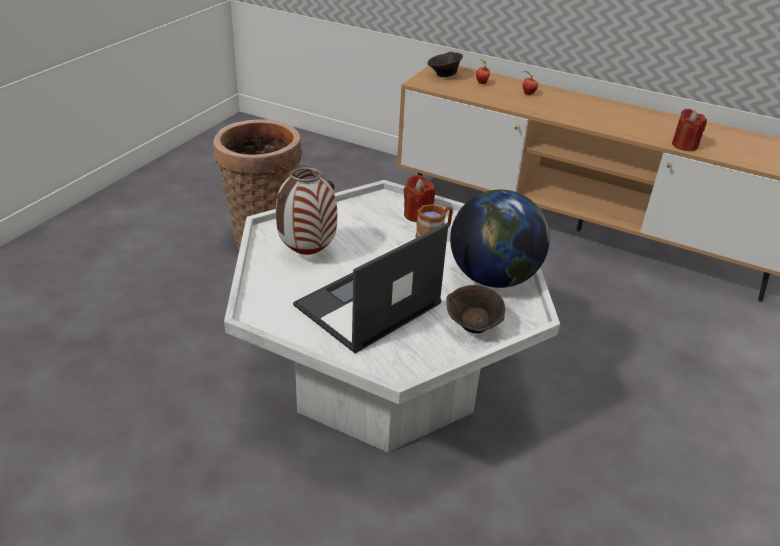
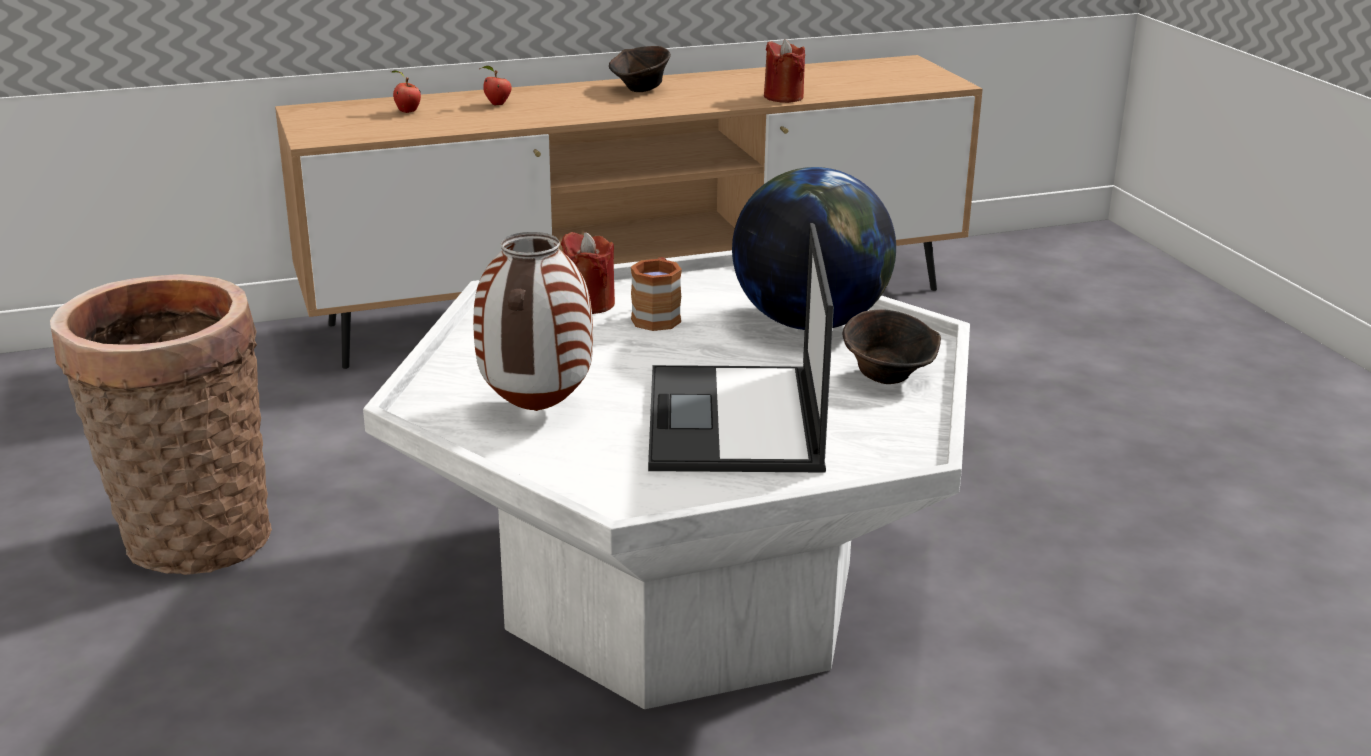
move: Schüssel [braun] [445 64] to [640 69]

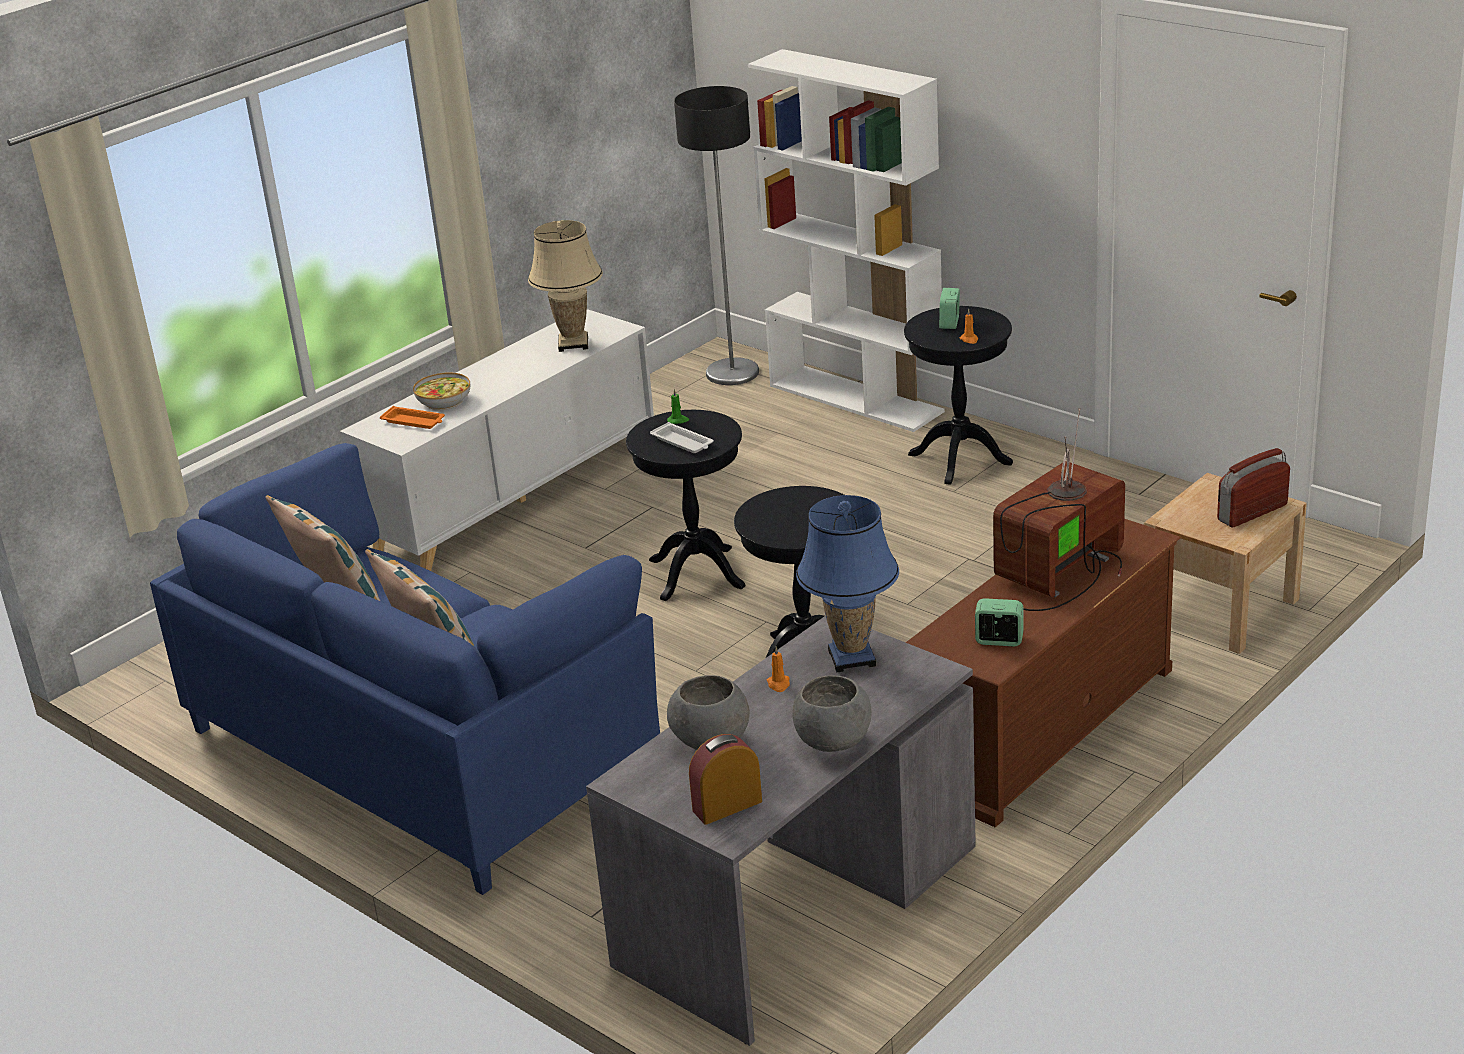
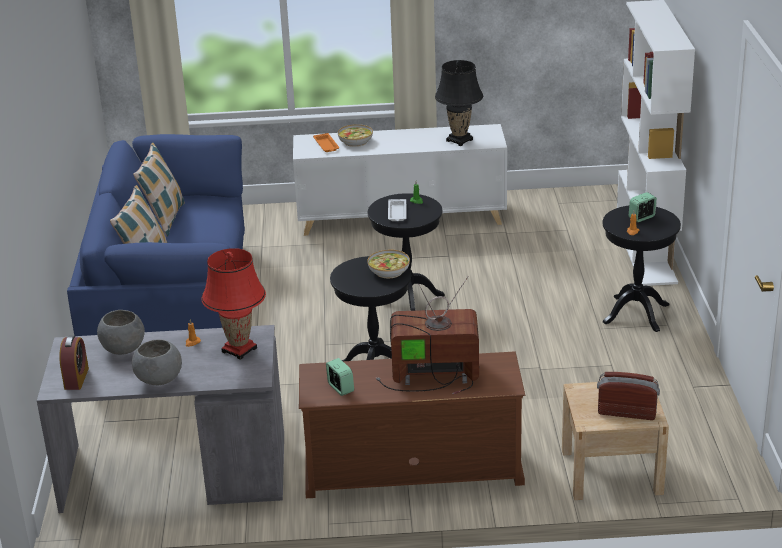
delete: Stehlampe [716 235]
insert: Schüssel [388 264]
recolor: Tischlampe [blau] [847 583] to Tischlampe [rot] [233 304]; Tischlampe [beige] [565 286] to Tischlampe [schwarz] [459 103]
rotate: Wecker [725 779] = [74 363] 75 degrees clockwise

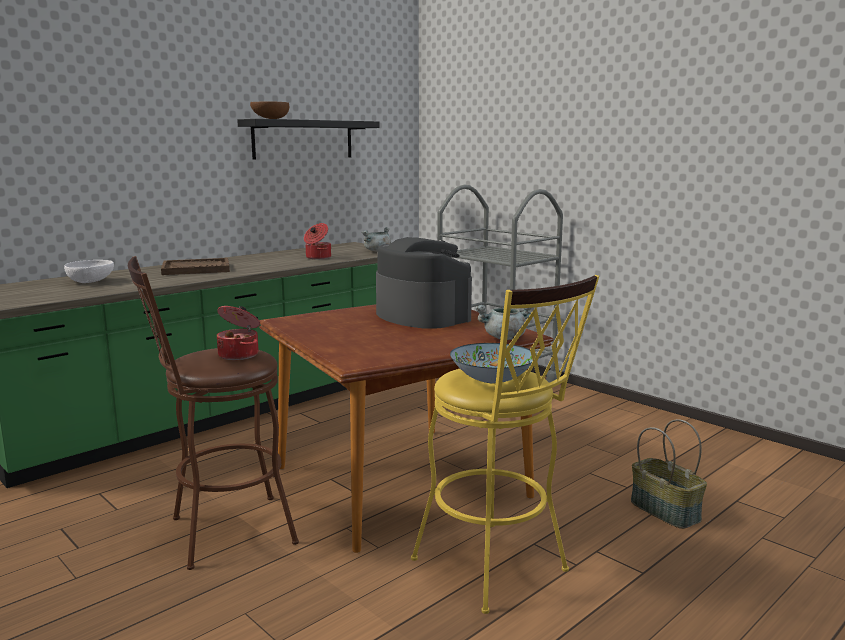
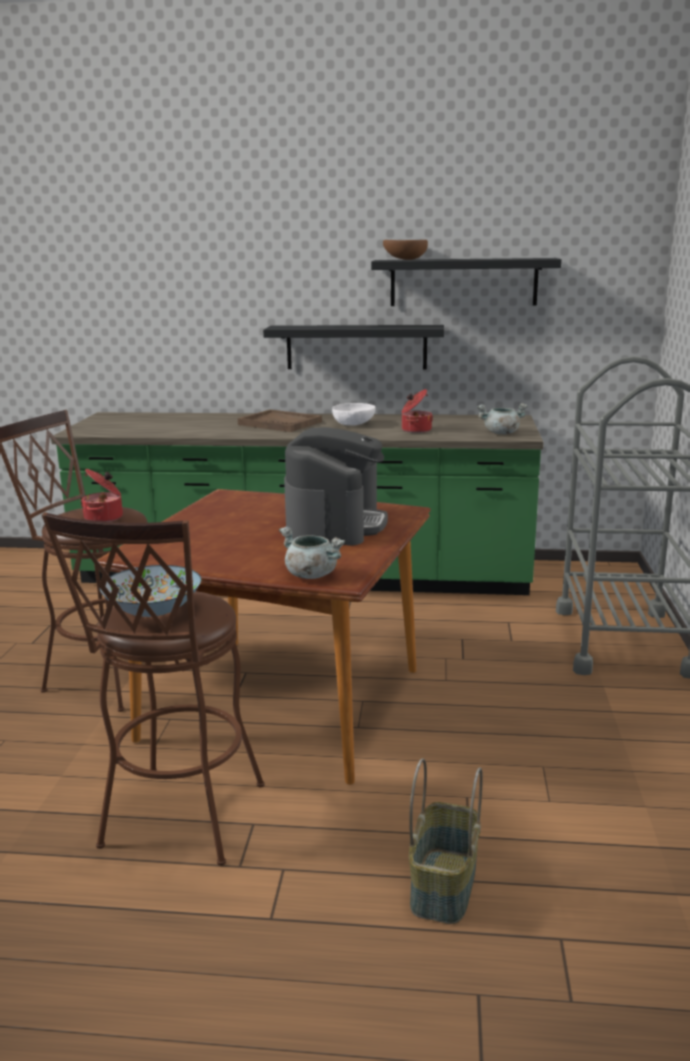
insert: Wandregal [schwarz] [353 347]
move: Schüssel [weiß] [89 271] to [354 414]
recolor: Hocker [gelb] [505 444] to Hocker [braun] [153 689]

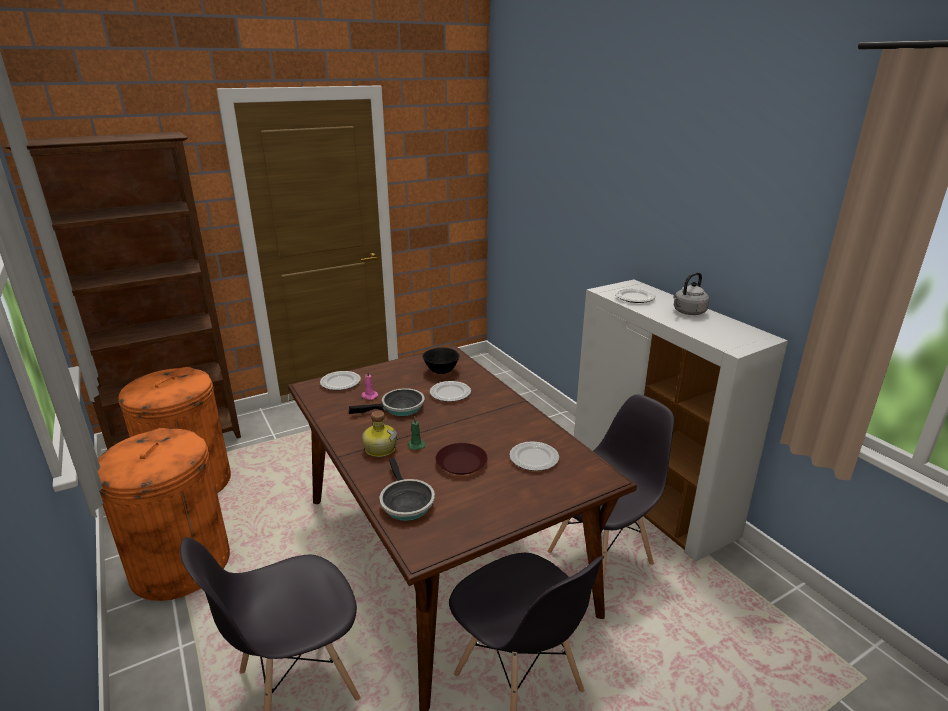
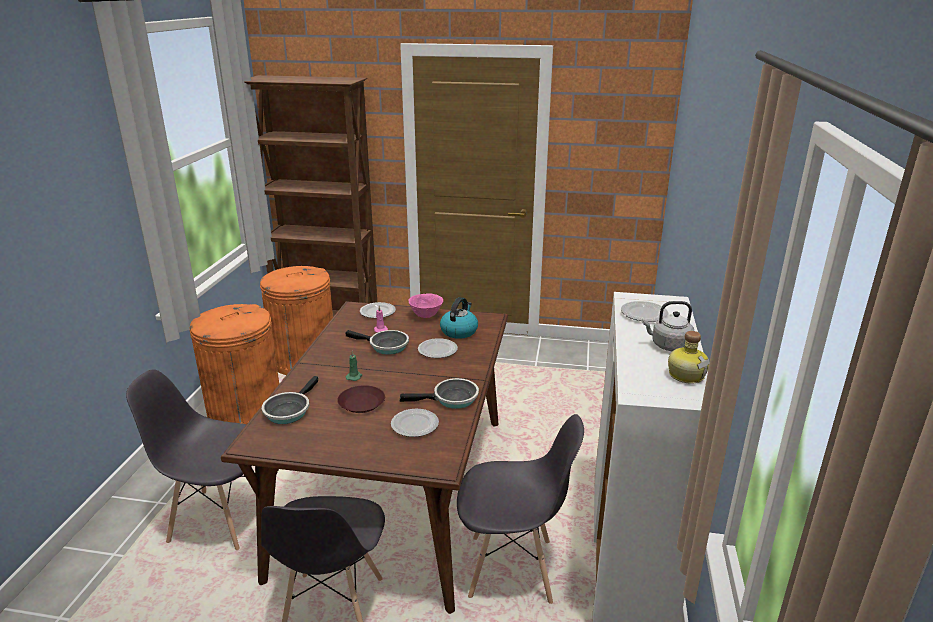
insert: Pfanne [439 393]; Schüssel [rosa] [425 305]
move: Flasche [379 434] to [689 357]
replace: Schüssel [schwarz] [441 360] to Wasserkessel [459 318]

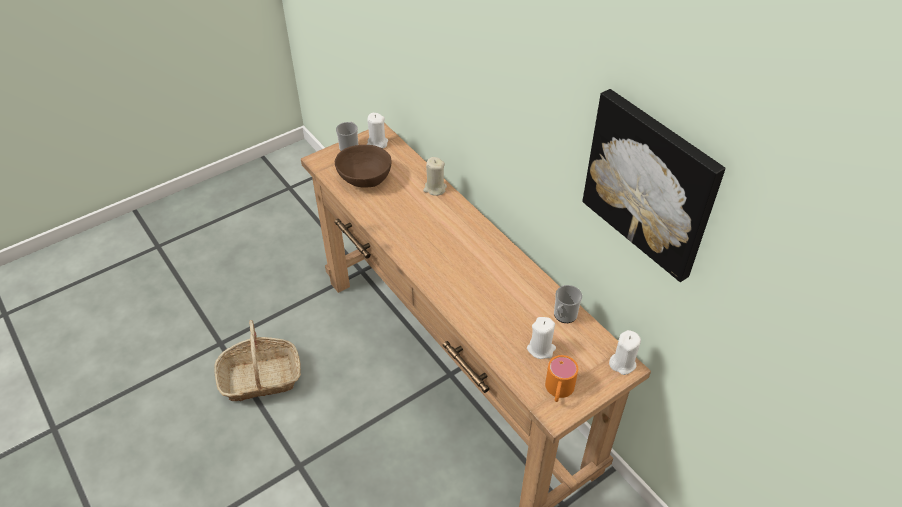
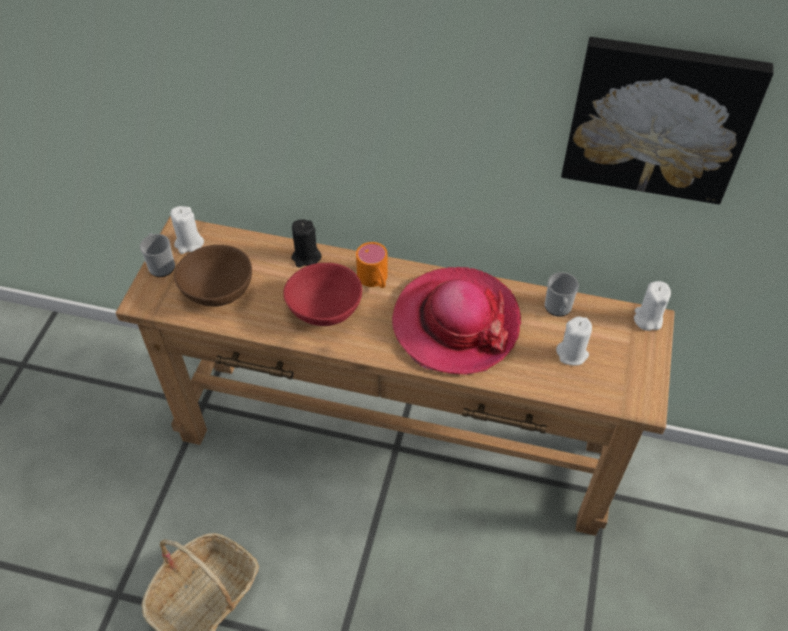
insert: Schüssel [rot] [322 294]; Hut [456 321]
move: Henkelbecher [orange] [561 378] to [372 265]
recolor: Kerze [beige] [435 176] to Kerze [schwarz] [306 243]

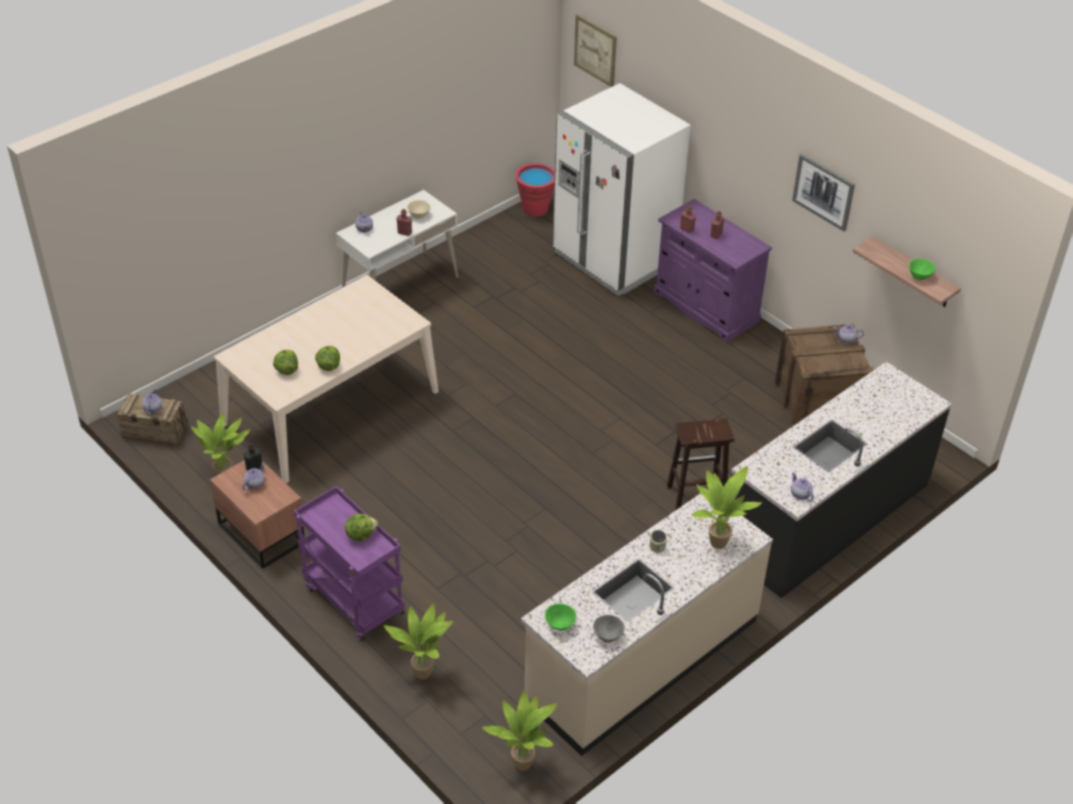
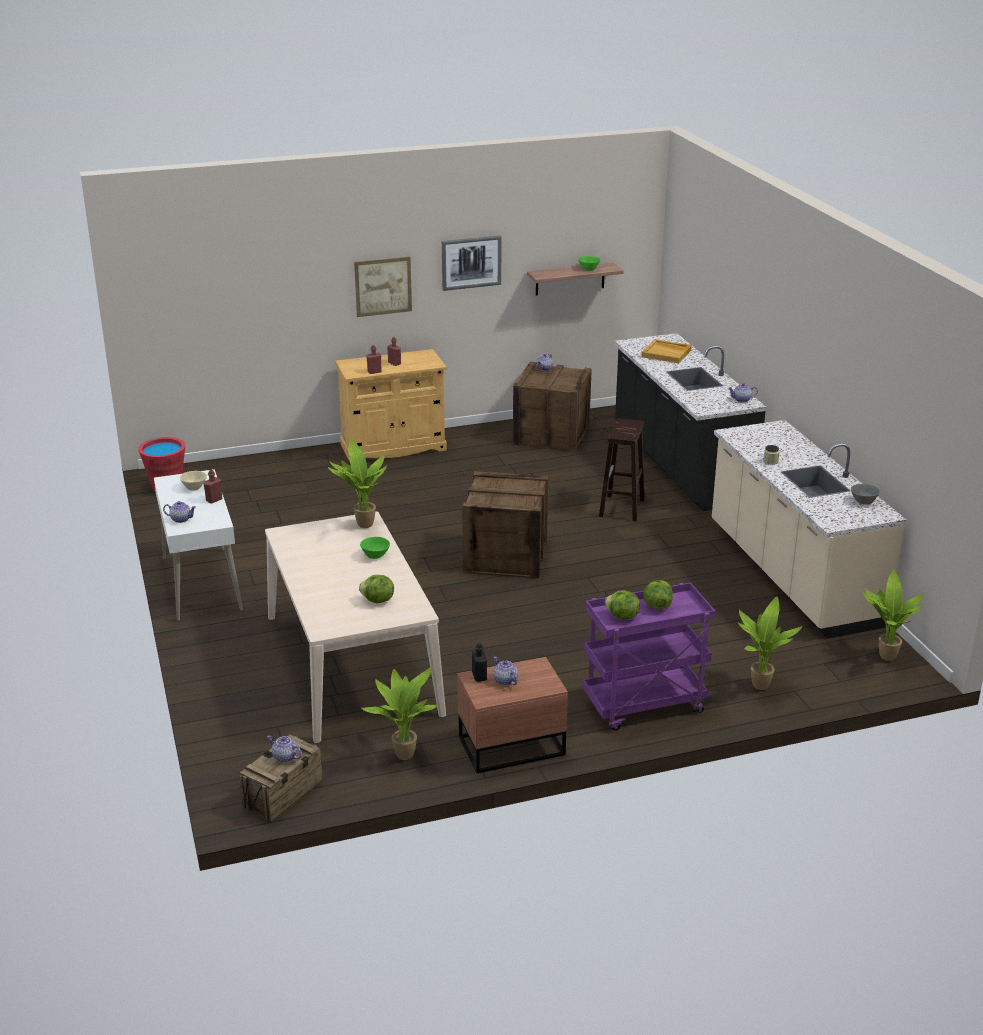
delete: Kühlschrank [weiß] [622 189]
insert: Kiste [505 525]; Tablett [beige] [666 351]
move: Topfpflanze [726 507] to [357 483]; Bild [595 51] to [383 286]; Schüssel [grün] [560 617] to [375 548]; Salatkopf [327 358] to [622 605]
recolor: Schrank [lila] [713 270] to Schrank [beige] [391 405]

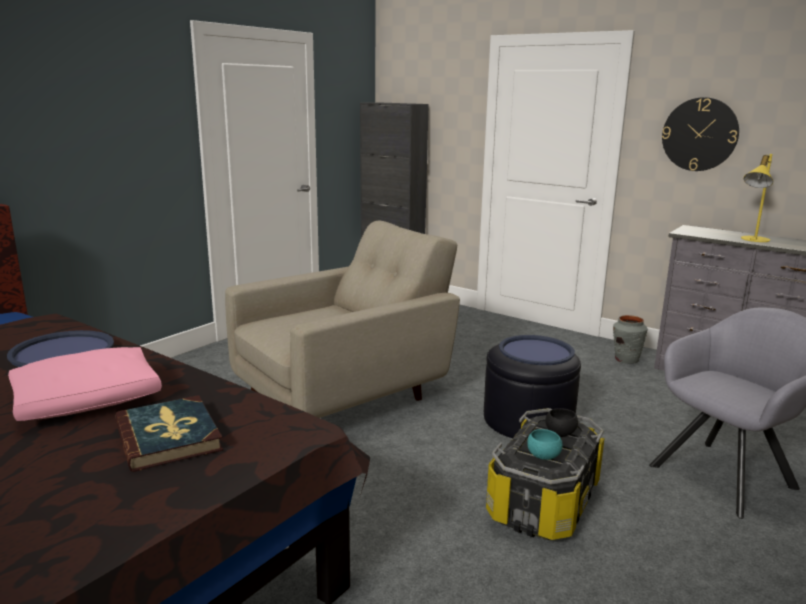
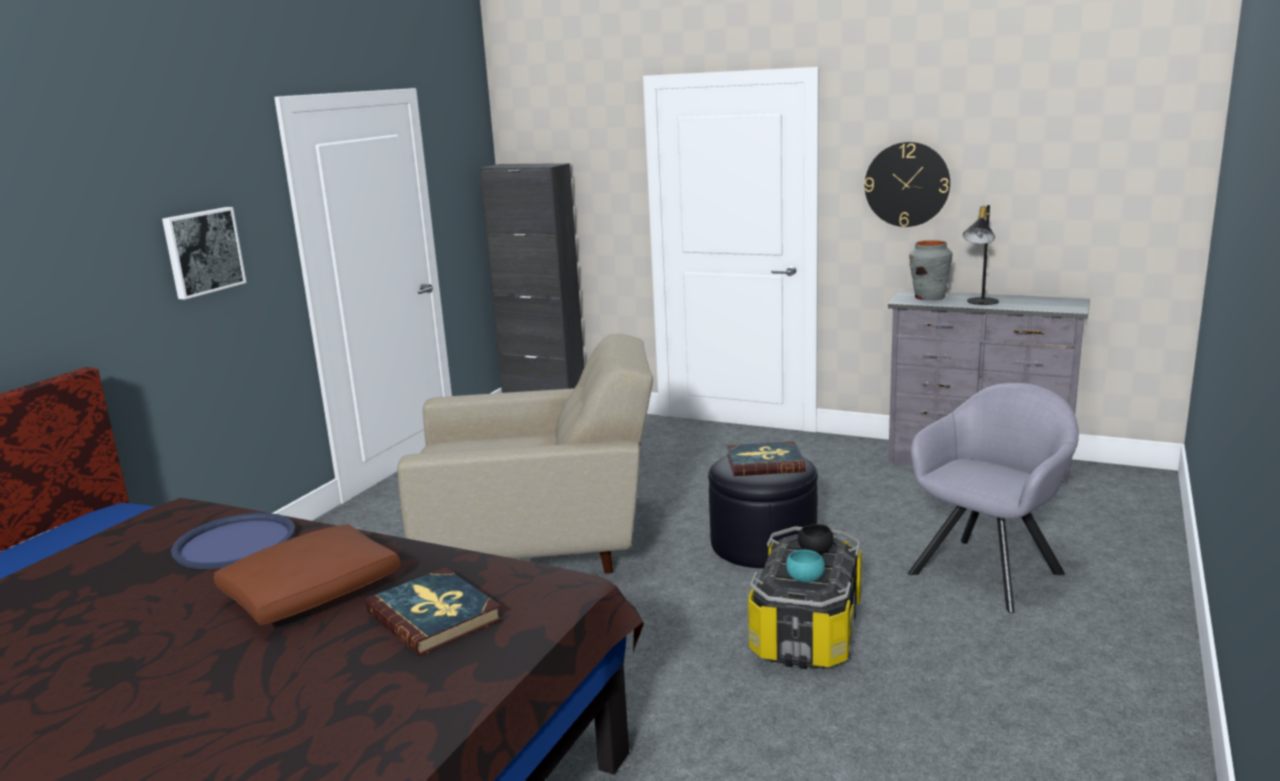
insert: Bild [204 253]
move: Vase [grau] [630 339] to [931 270]
replace: Tablett [blau] [537 350] to Buch [766 458]
recolor: Kissen [rosa] [85 384] to Kissen [braun] [307 574]; Tischlampe [gelb] [757 198] to Tischlampe [schwarz] [981 255]
rotate: Sessel [beige] [342 319] = [525 453] 45 degrees clockwise

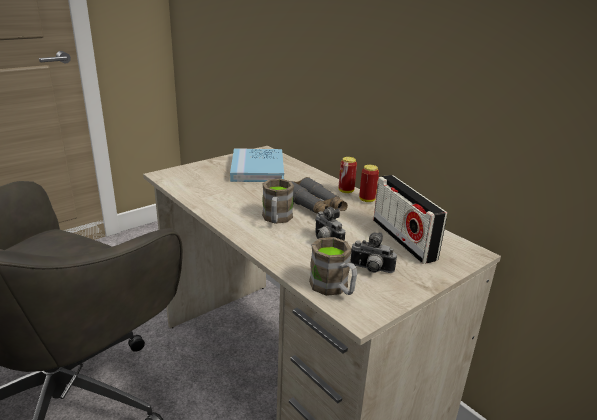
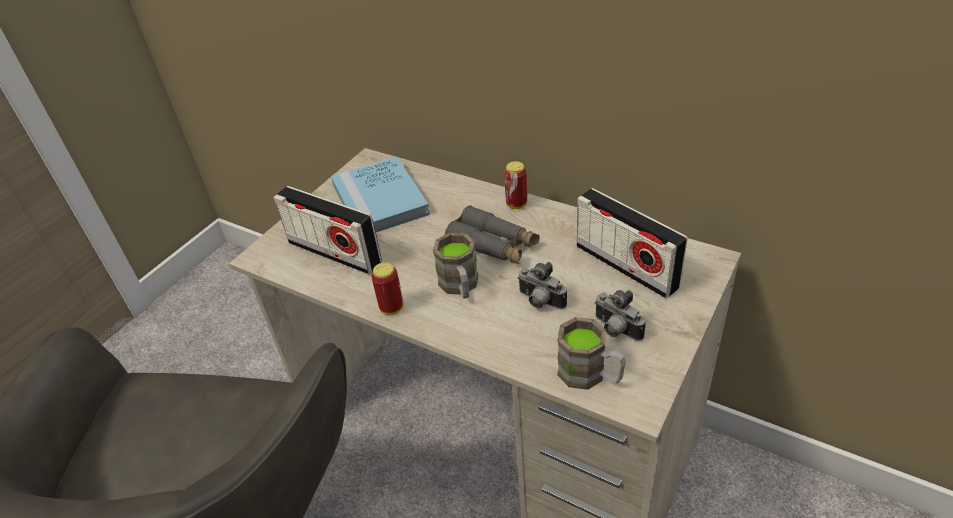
insert: Radio [328 230]
move: Dose [369 183] to [387 288]
rotate: Kamera [373 252] = [620 315] 45 degrees clockwise

